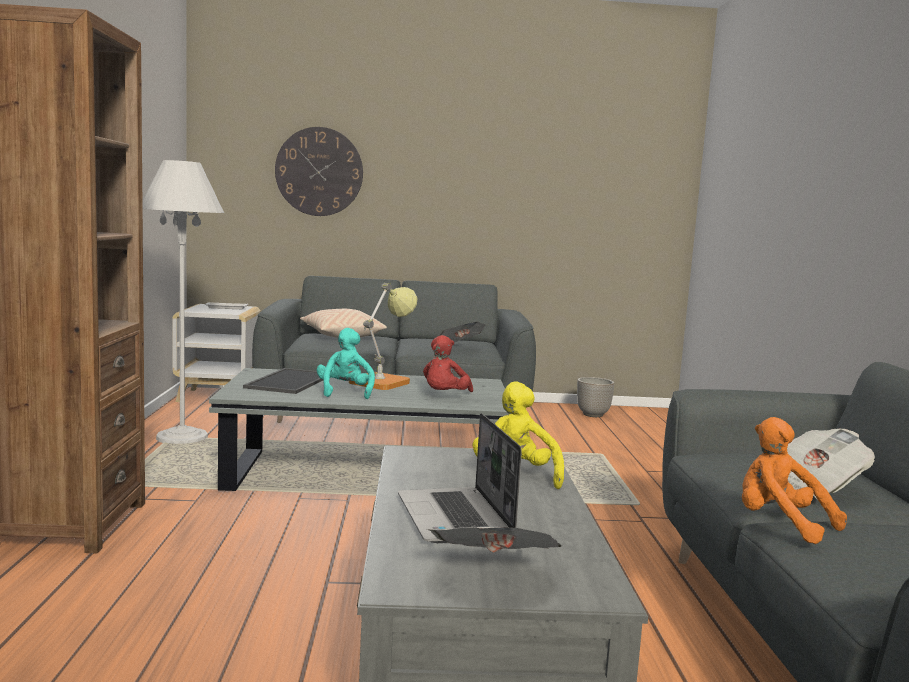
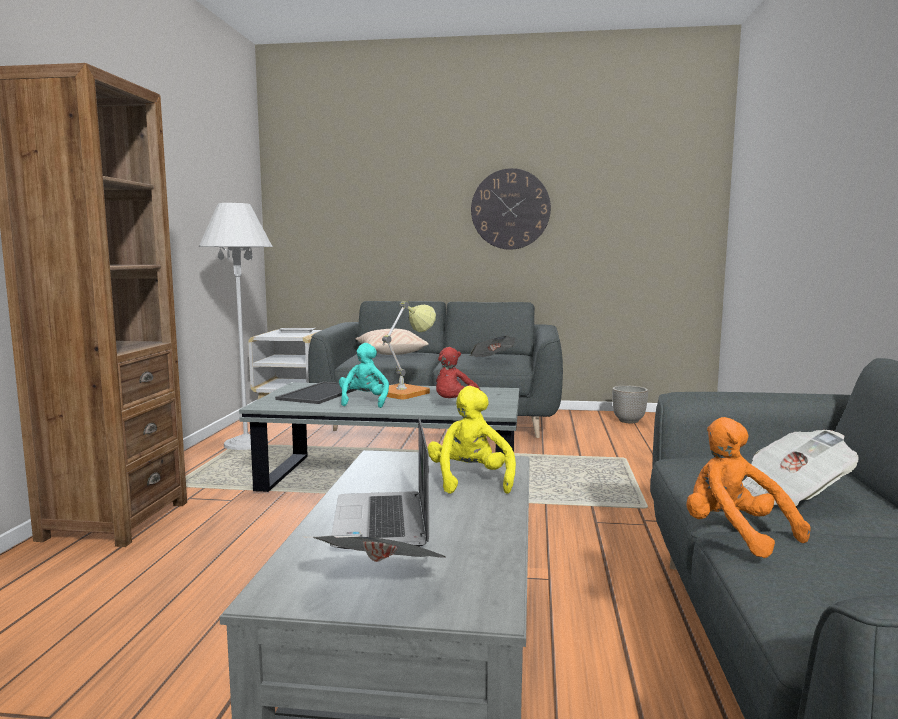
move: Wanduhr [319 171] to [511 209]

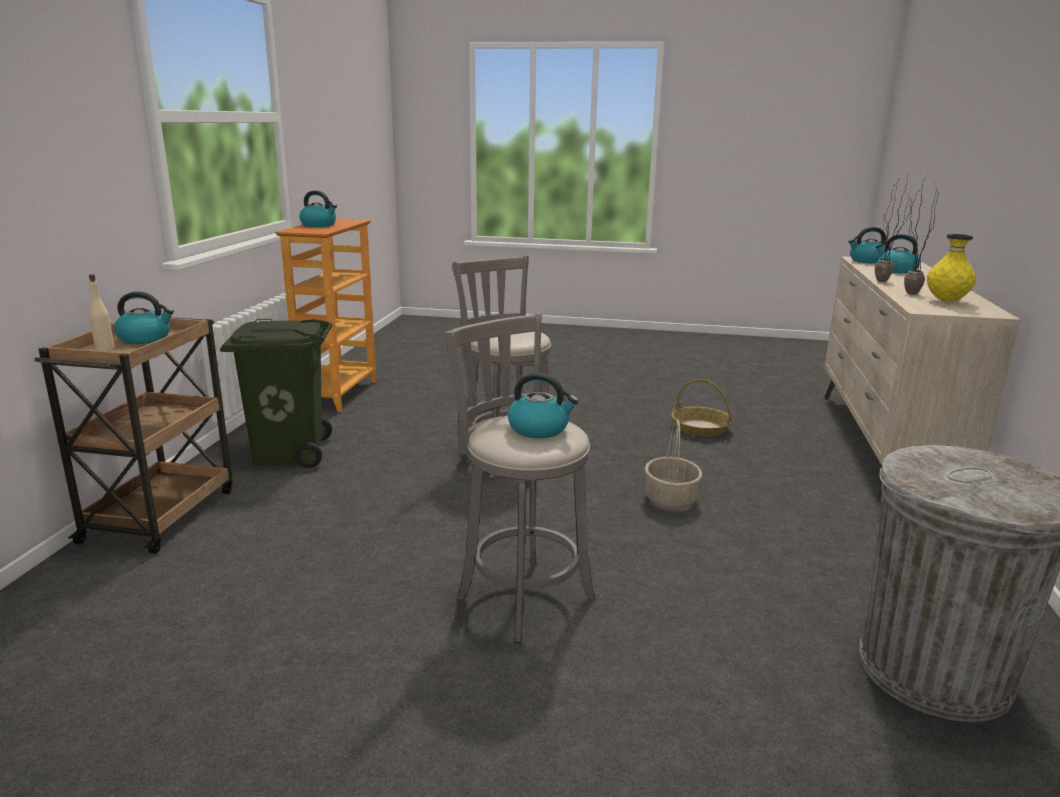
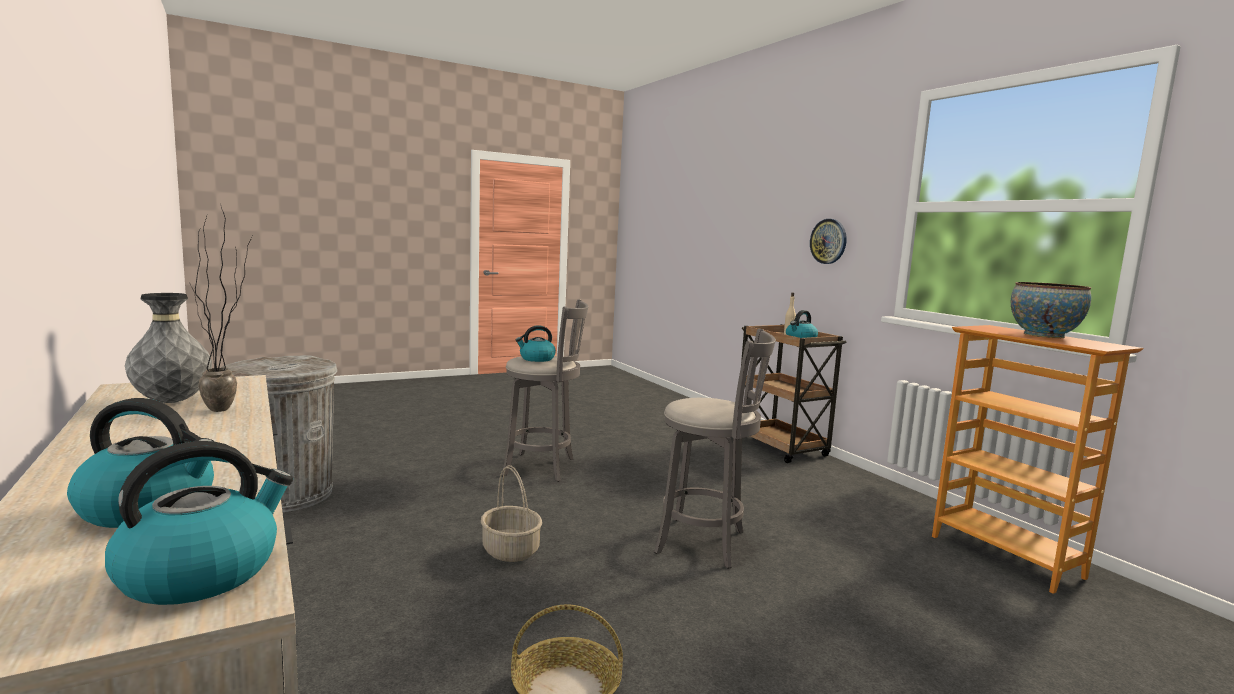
delete: Mülleimer [grün] [276 393]; Topfpflanze [896 227]
insert: Wanduhr [828 241]
replace: Wasserkessel [318 208] to Schüssel [1051 310]
recolor: Vase [gelb] [951 268] to Vase [grau] [168 348]

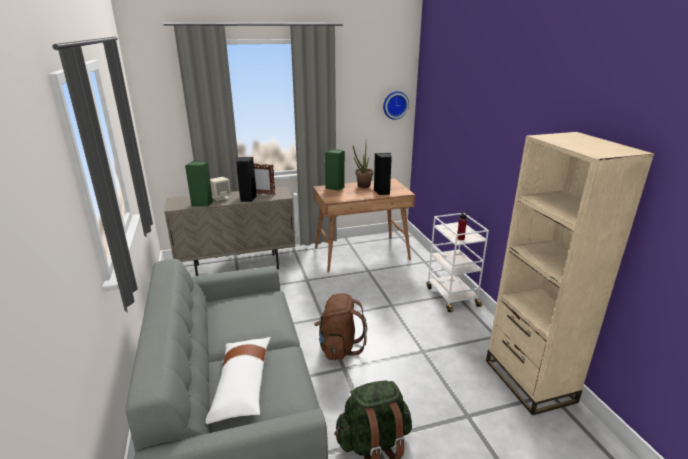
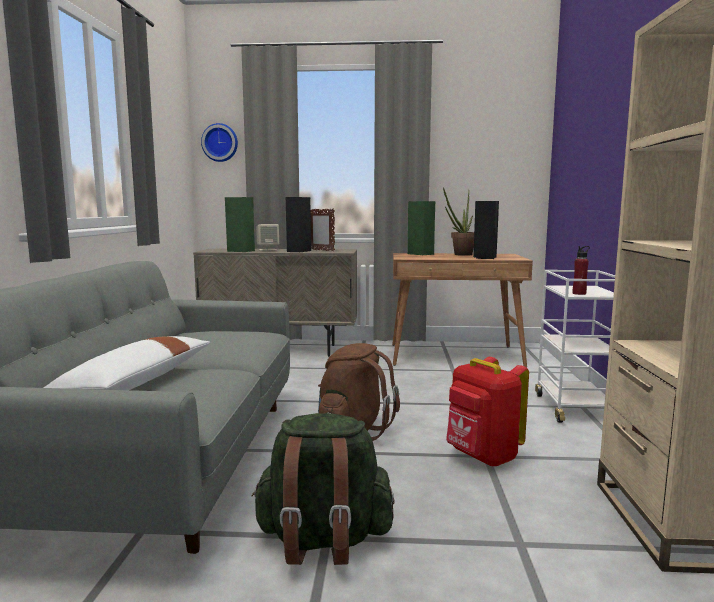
insert: Rucksack [rot] [487 412]
move: Wanduhr [396 105] to [219 142]

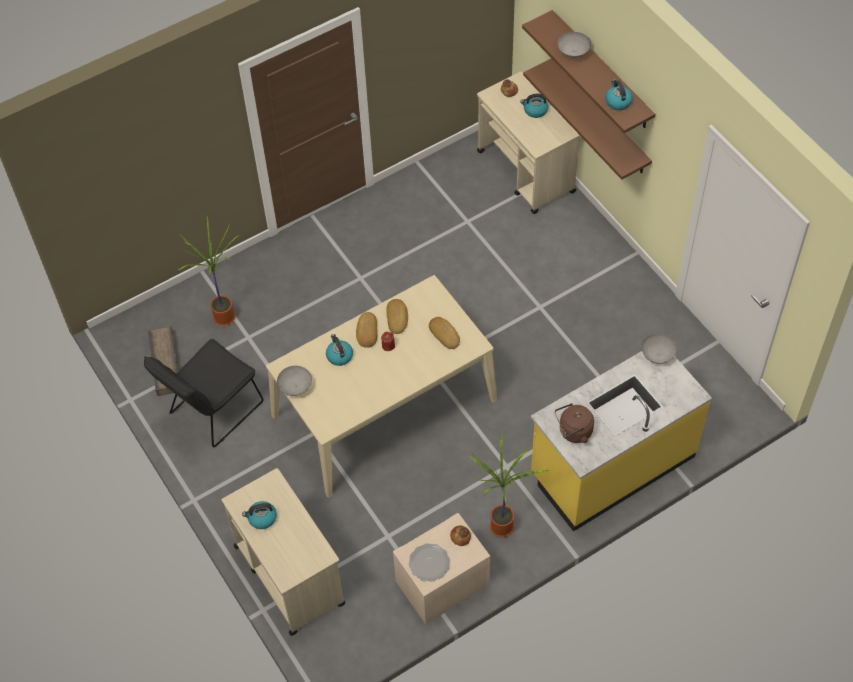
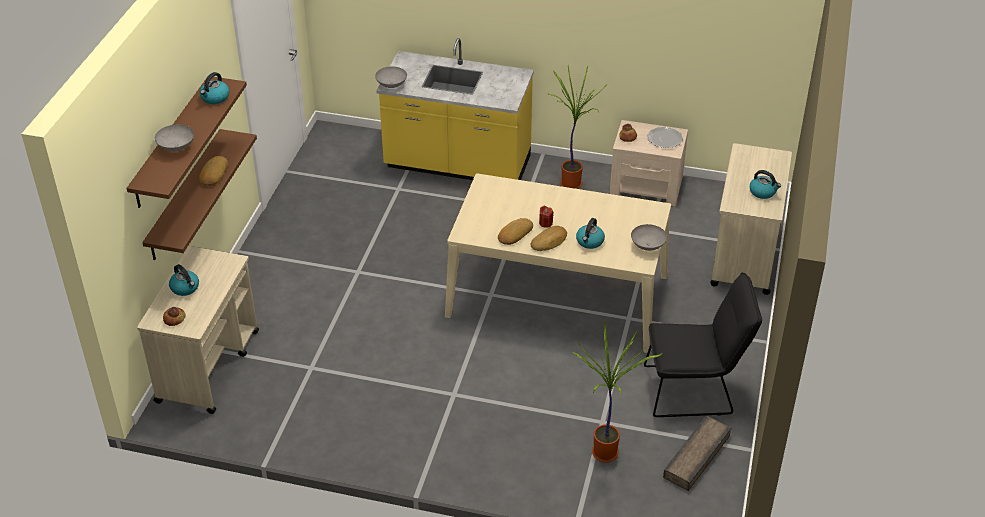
delete: Wasserkessel [braun] [574 423]
move: Brot [444 333] to [213 171]

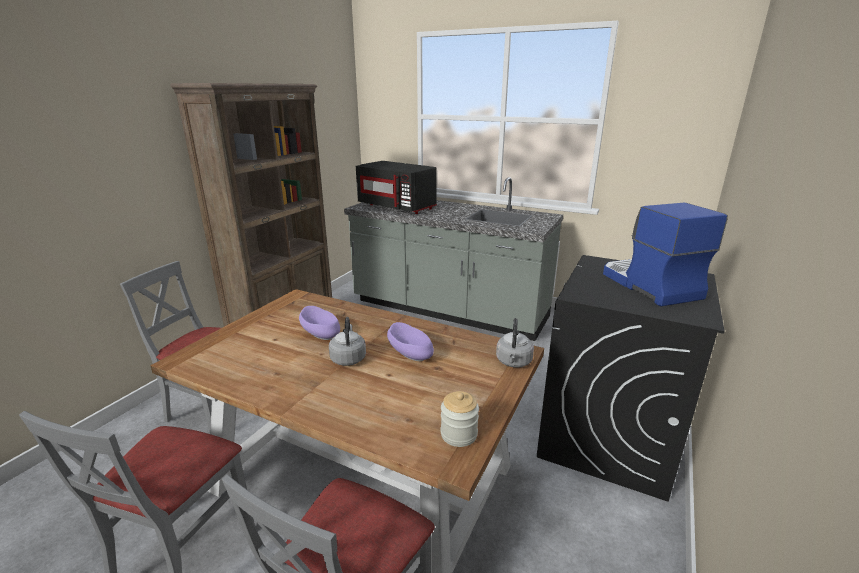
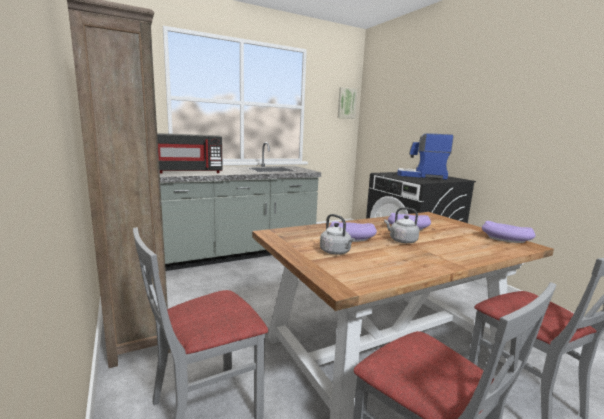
insert: Bild [347 103]
move: Wasserkessel [grau] [515 342] to [337 234]
replace: Vorratsglas [460 419] to Schüssel [lila] [508 232]

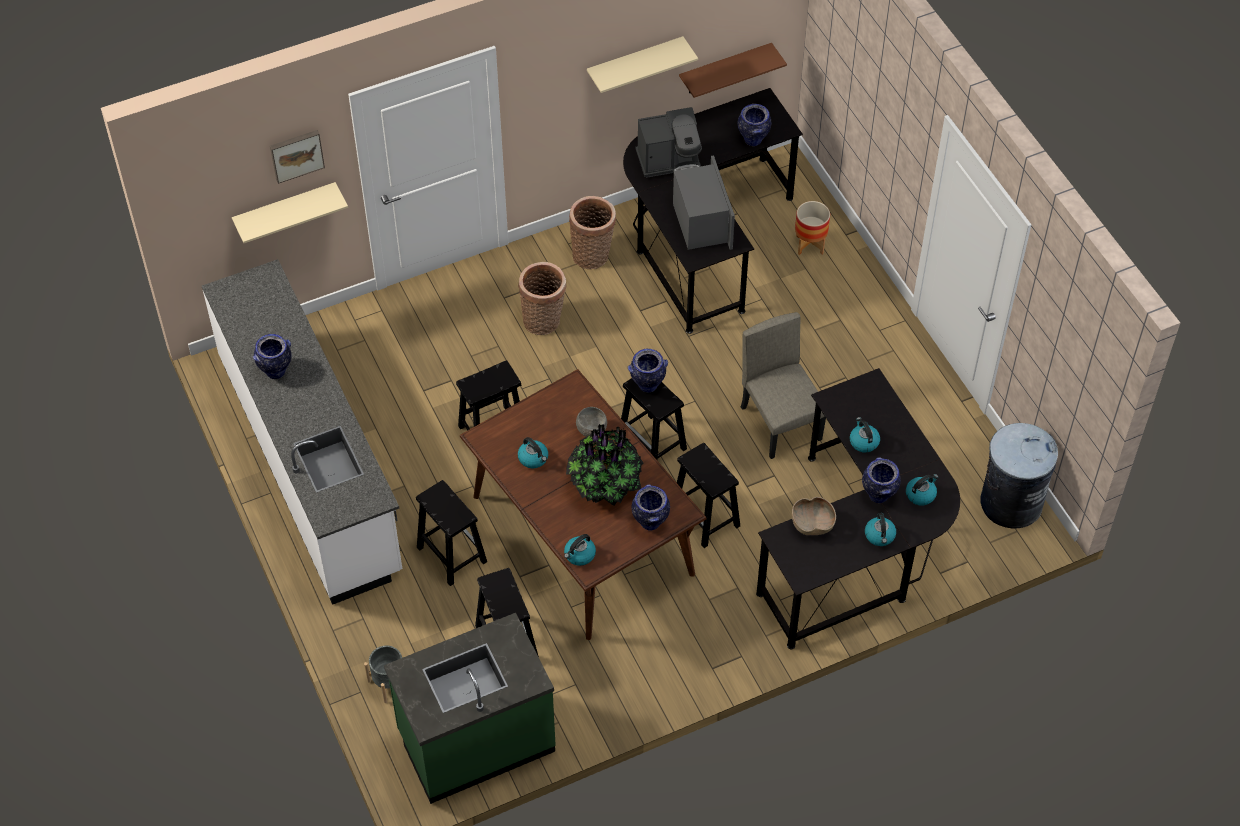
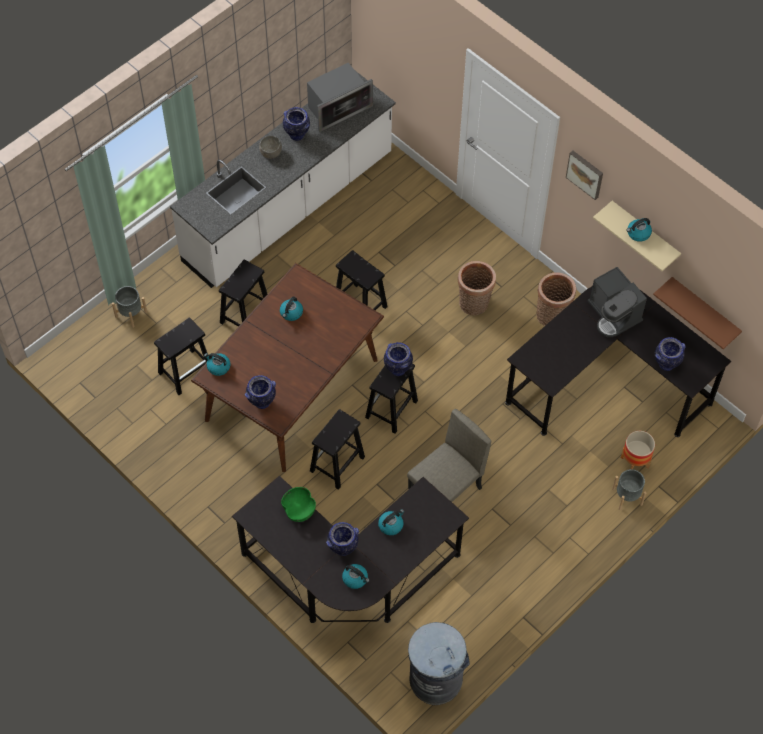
delete: Wandregal [beige] [290 212]; Küchenzeile [grün] [470 708]; Topfpflanze [605 465]
insert: Pflanzkübel [grau] [629 489]
move: Schüssel [grau] [591 422] to [270 147]; Mikrowelle [704 203] to [340 97]; Bild [297 157] to [584 175]; Wasserkessel [880 529] to [639 230]
recolor: Schüssel [braun] [814 516] to Schüssel [grün] [298 504]

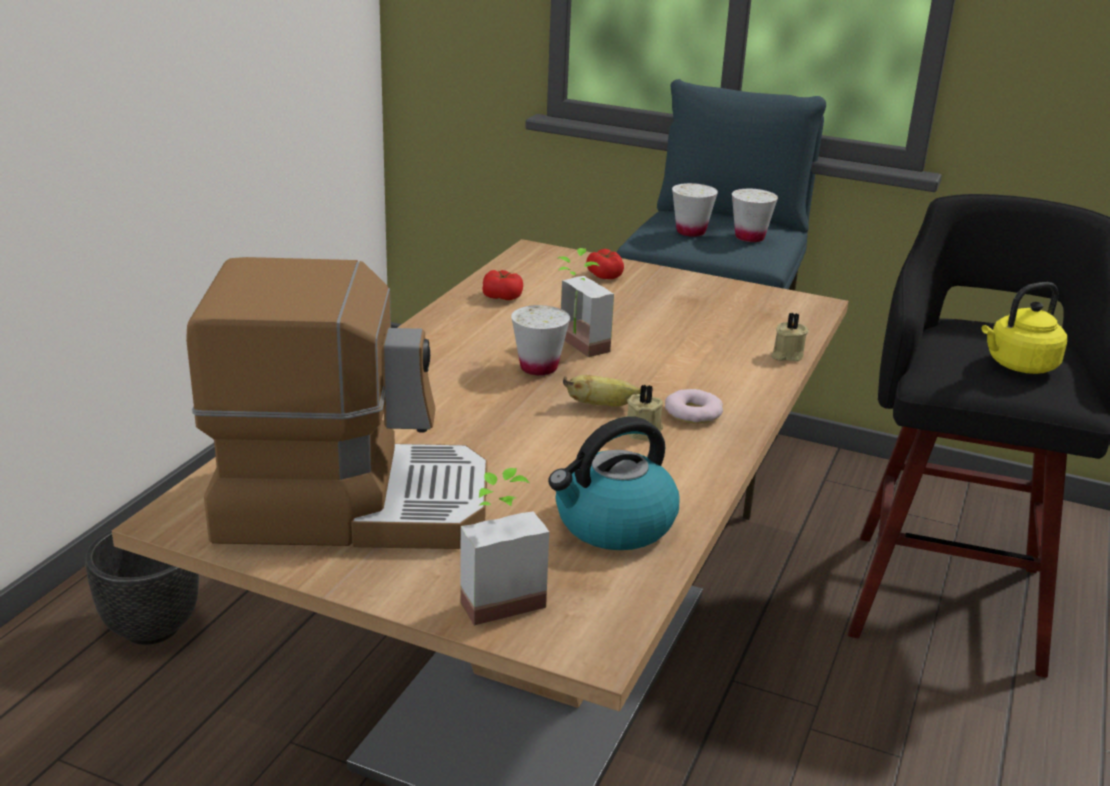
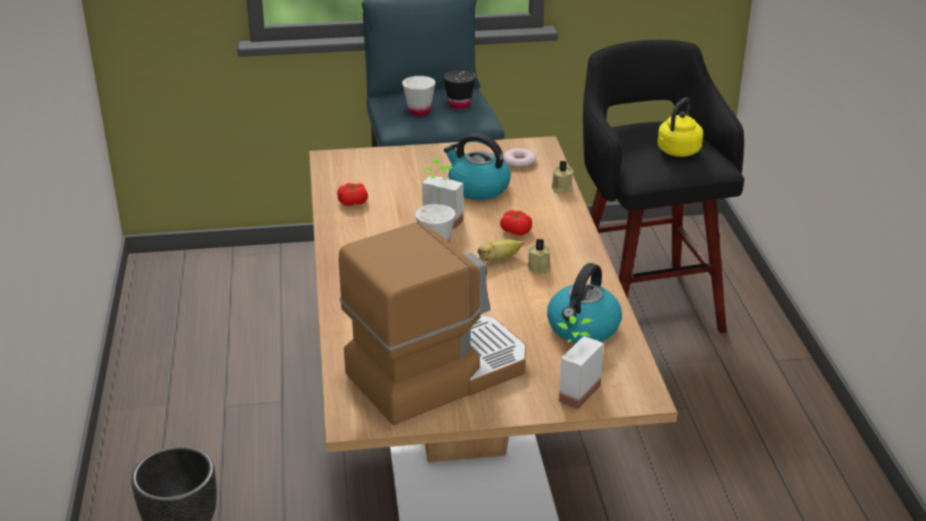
insert: Wasserkessel [477 166]
move: Tomate [605 264] to [516 222]; Donut [694 406] to [519 158]
recolor: Tasse [weiß] [755 215] to Tasse [schwarz] [459 89]

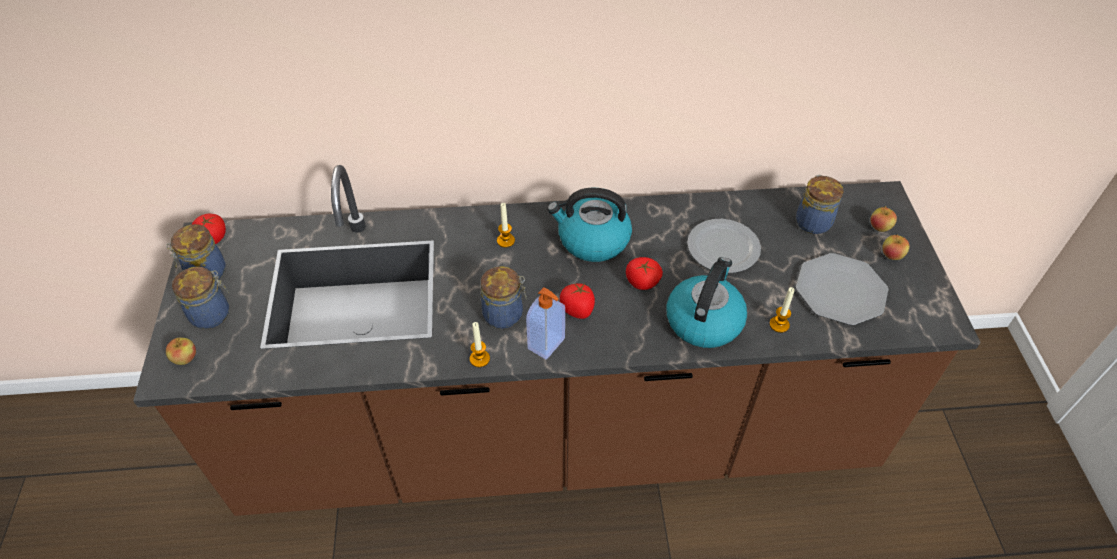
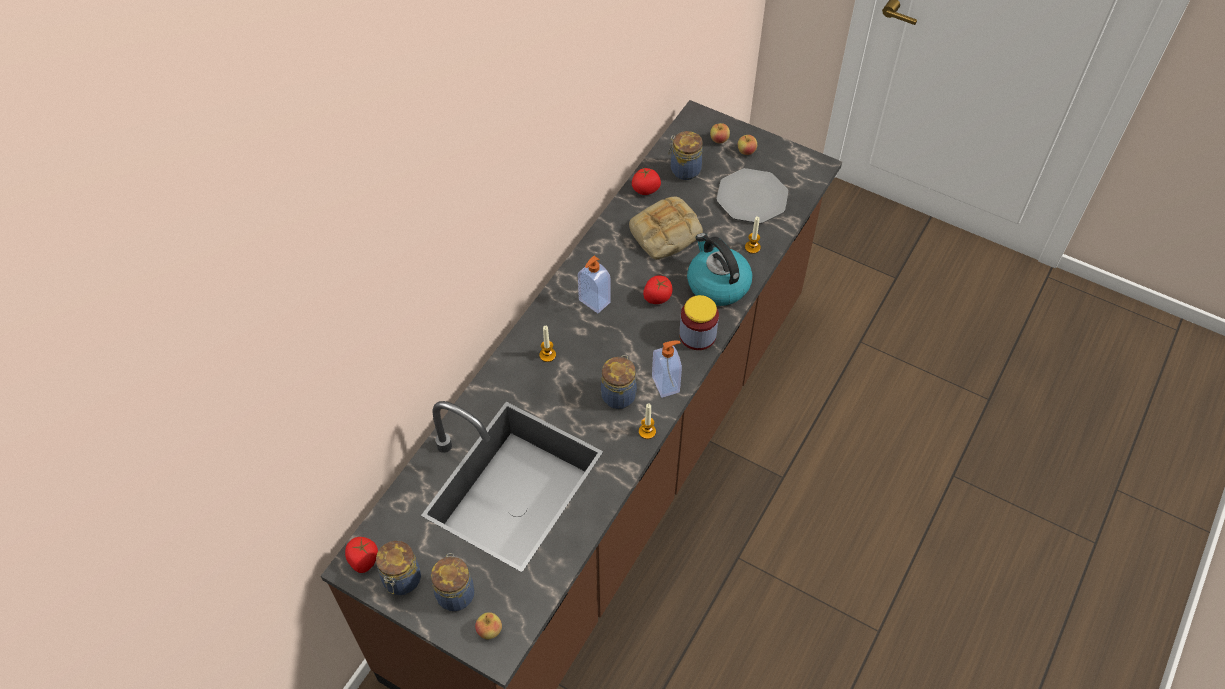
insert: Vorratsglas [699 322]
move: Tomate [577 301] to [646 181]
replace: Wasserkessel [589 225] to Seifenspender [594 284]; Teller [724 246] to Brot [666 228]

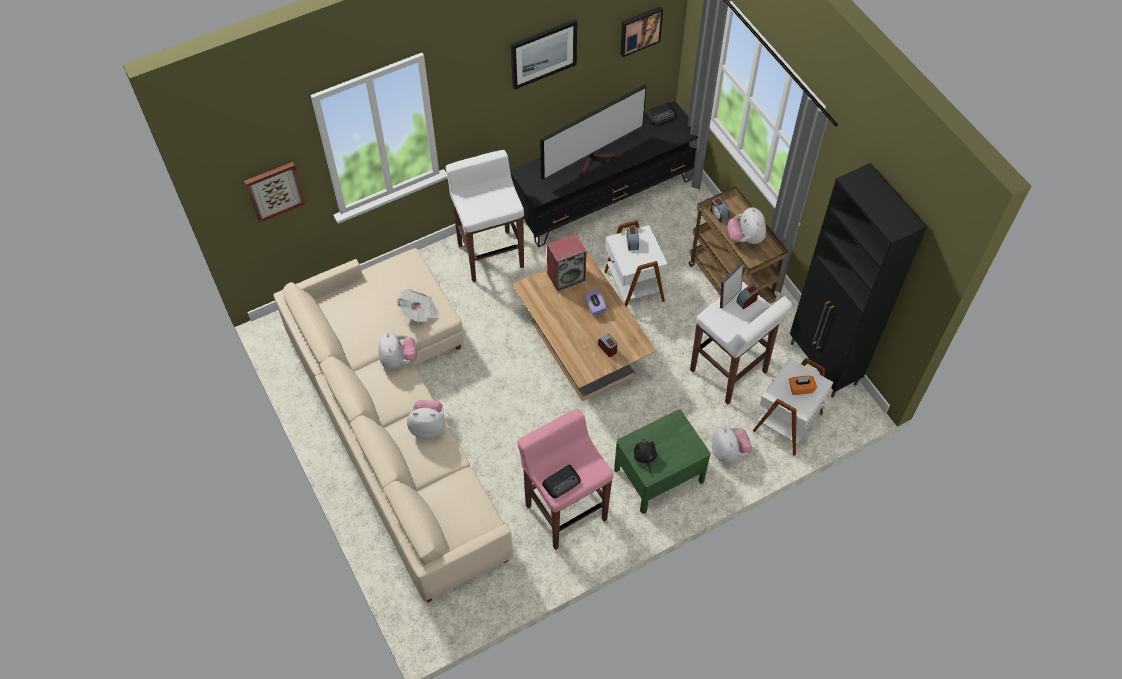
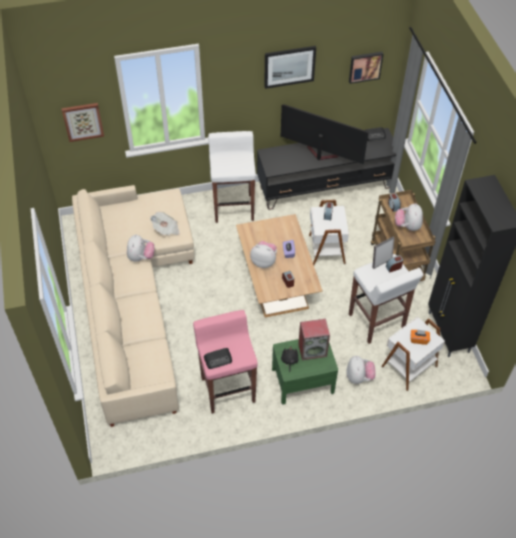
move: Plüschtier [426 420] to [263 254]; Lautsprecher [566 262] to [314 339]
rotate: Fernseher [593 132] = [324 134] 135 degrees counterclockwise

